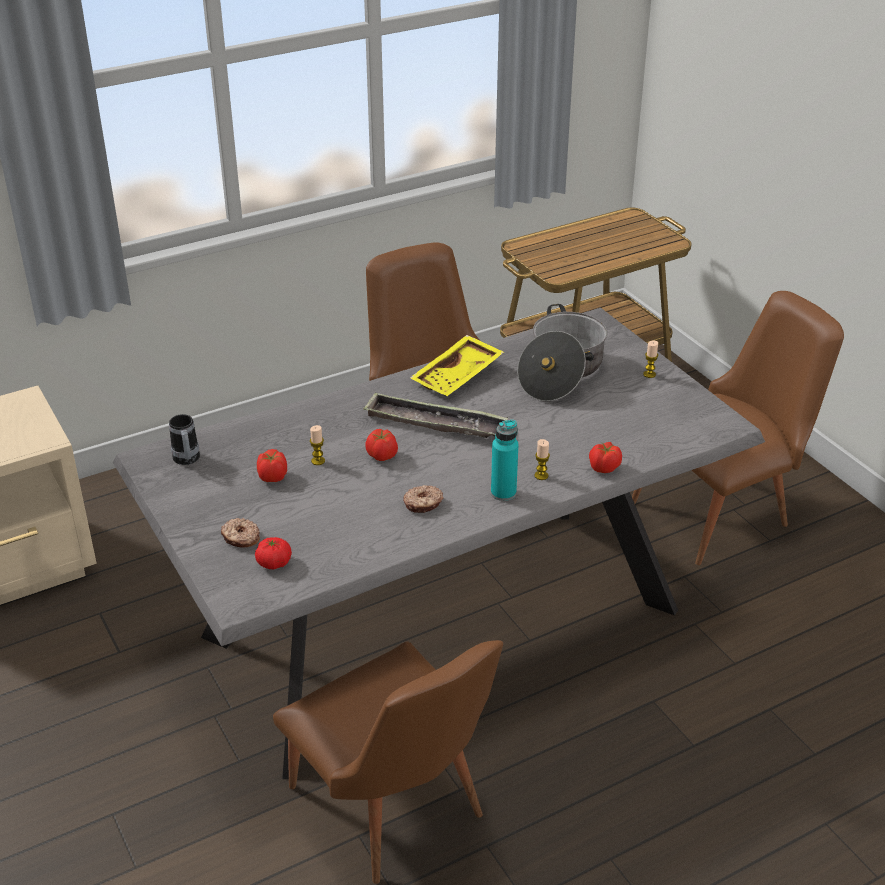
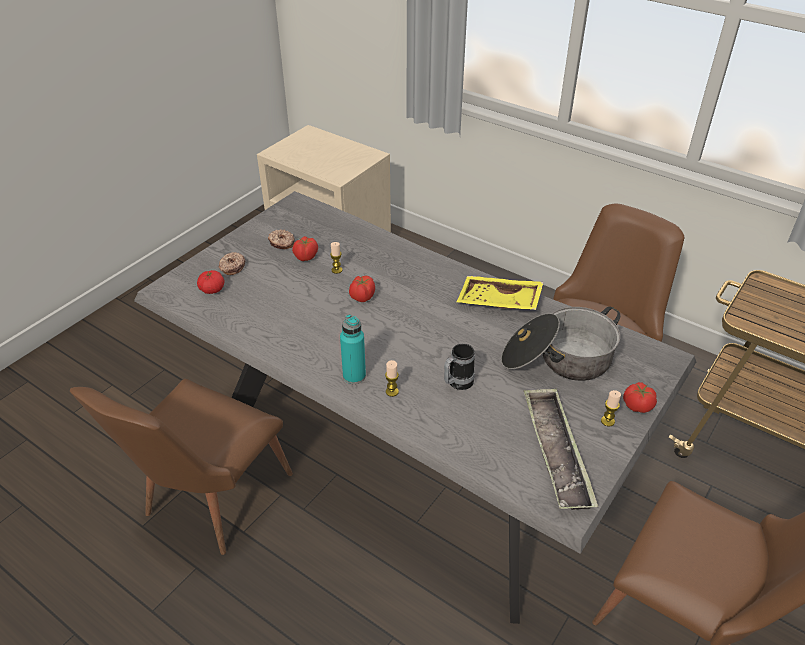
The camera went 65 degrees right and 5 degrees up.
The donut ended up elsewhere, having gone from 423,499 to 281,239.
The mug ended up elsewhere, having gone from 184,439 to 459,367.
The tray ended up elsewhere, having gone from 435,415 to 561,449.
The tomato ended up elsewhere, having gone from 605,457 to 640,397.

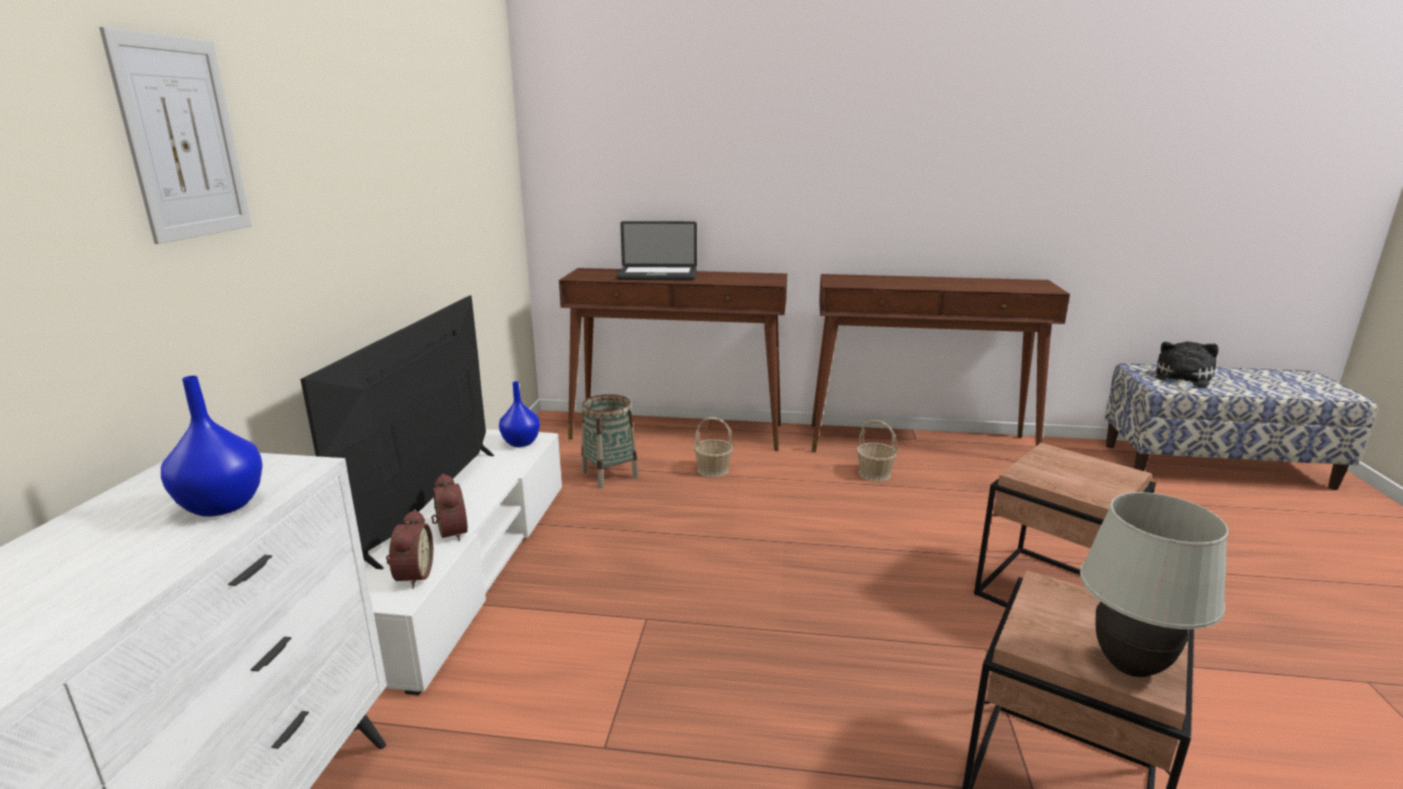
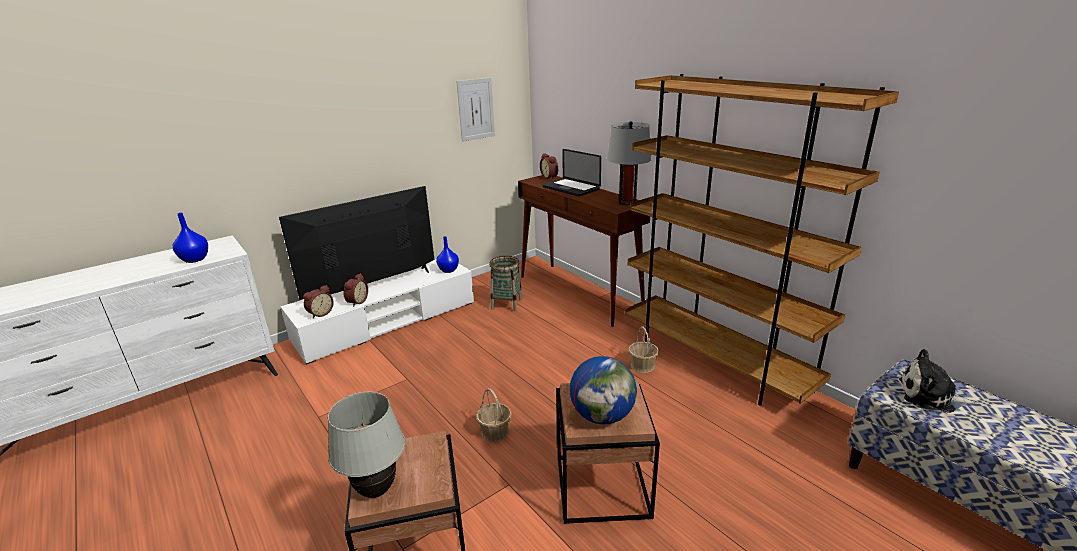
The camera went 45 degrees right and 5 degrees up.
The picture ended up elsewhere, having gone from 175,135 to 475,109.
The basket ended up elsewhere, having gone from 713,447 to 493,415.
The second view gained the alarm_clock at 549,166.
The second view gained the globe at 603,390.
The second view gained the grey_table_lamp at 629,163.
Where the brown_console_table stood at 940,363, the brown_bookcase came to stand at 762,240.
The plush_toy at 1187,366 ended up facing another way, 150 degrees counterclockwise from before.

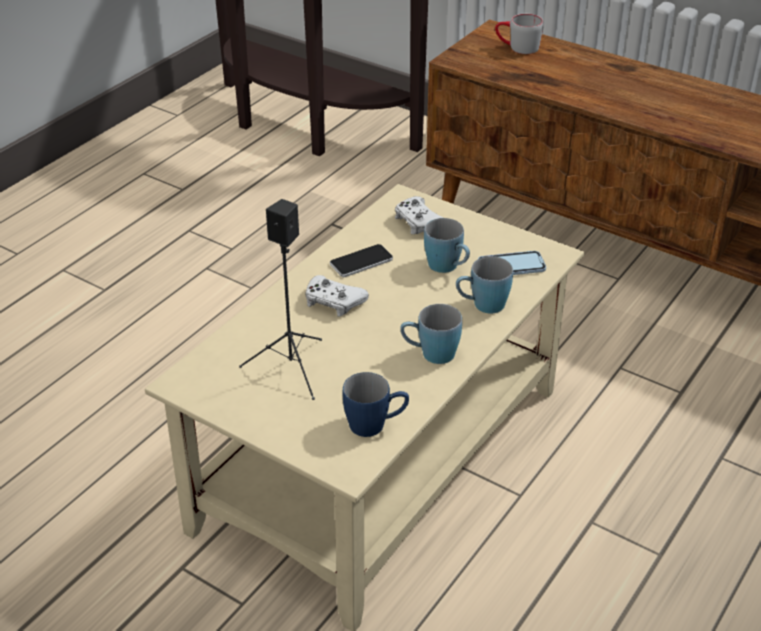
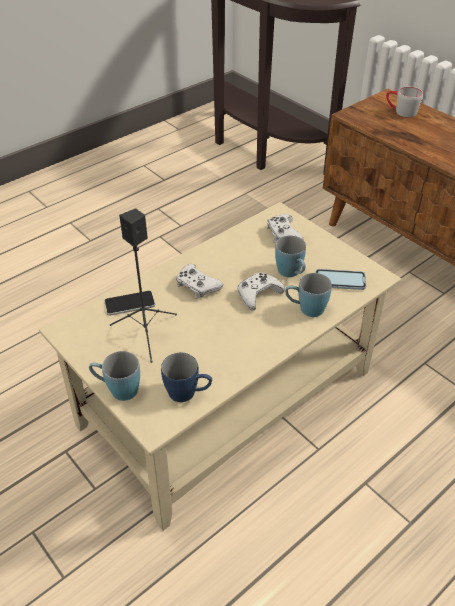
The camera went 15 degrees right and 5 degrees up.
The blue_mug ended up elsewhere, having gone from 431,334 to 114,376.
The phone ended up elsewhere, having gone from 361,260 to 129,303.
The second view gained the white_game_controller at 261,291.

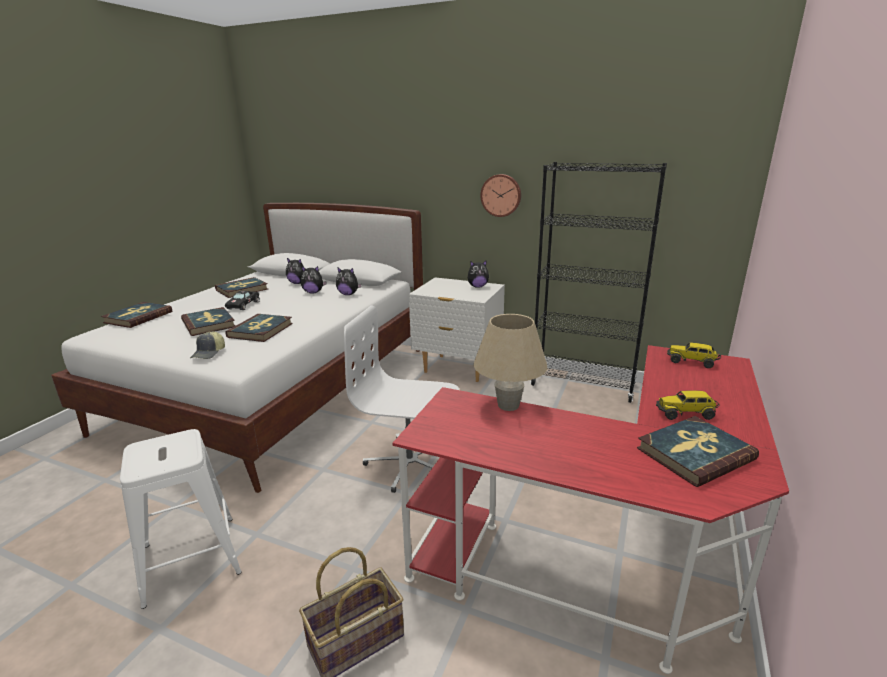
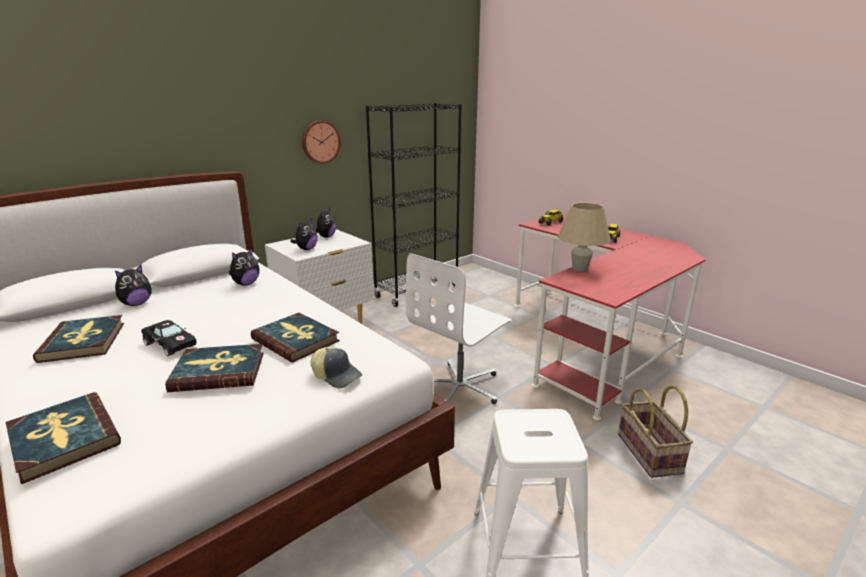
The camera went 65 degrees left and 0 degrees up.
The plush_toy ended up elsewhere, having gone from 313,279 to 304,234.
The second view lost the book at 698,451.

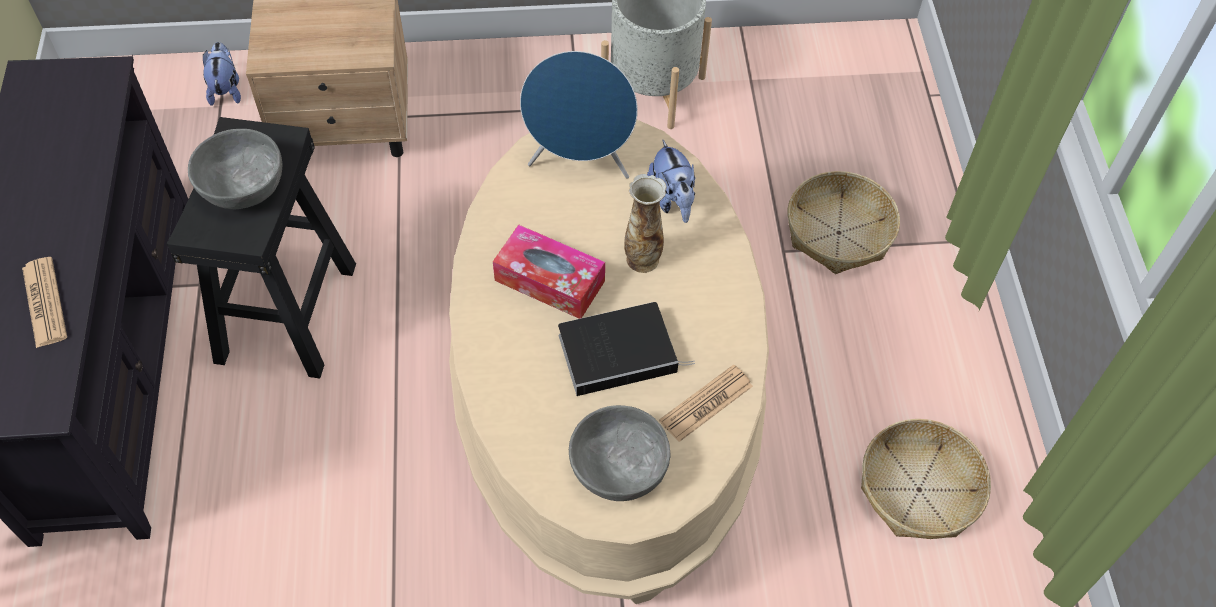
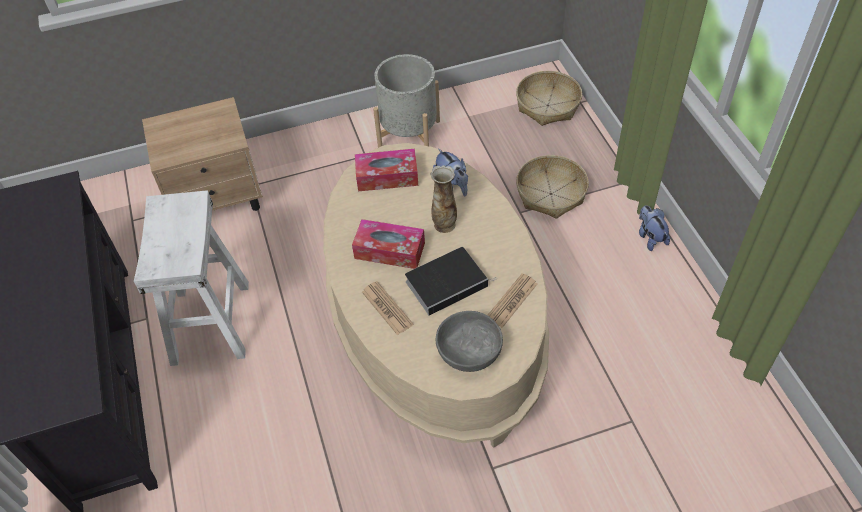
The camera went 10 degrees left and 5 degrees down.
What was the black_stool at 261,247 turned into the white_stool at 191,278.
Where the blue_speaker stood at 579,115, the tissue_box came to stand at 386,170.
The newspaper ended up elsewhere, having gone from 44,302 to 388,308.
The basket ended up elsewhere, having gone from 926,479 to 549,98.
The plush_toy ended up elsewhere, having gone from 222,74 to 654,228.
The second view lost the grey_bowl at 235,169.

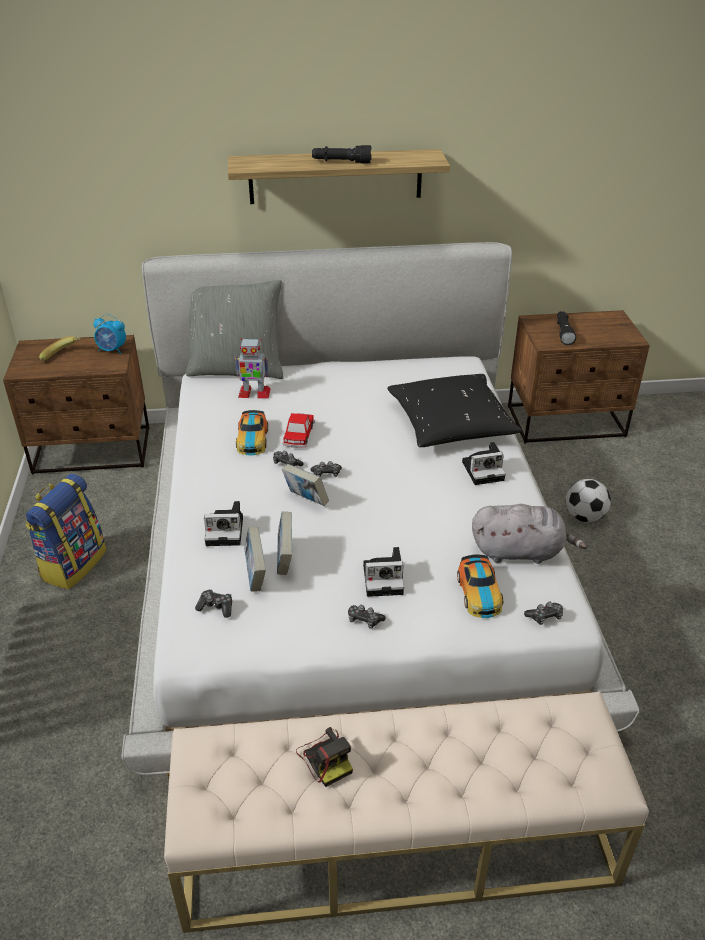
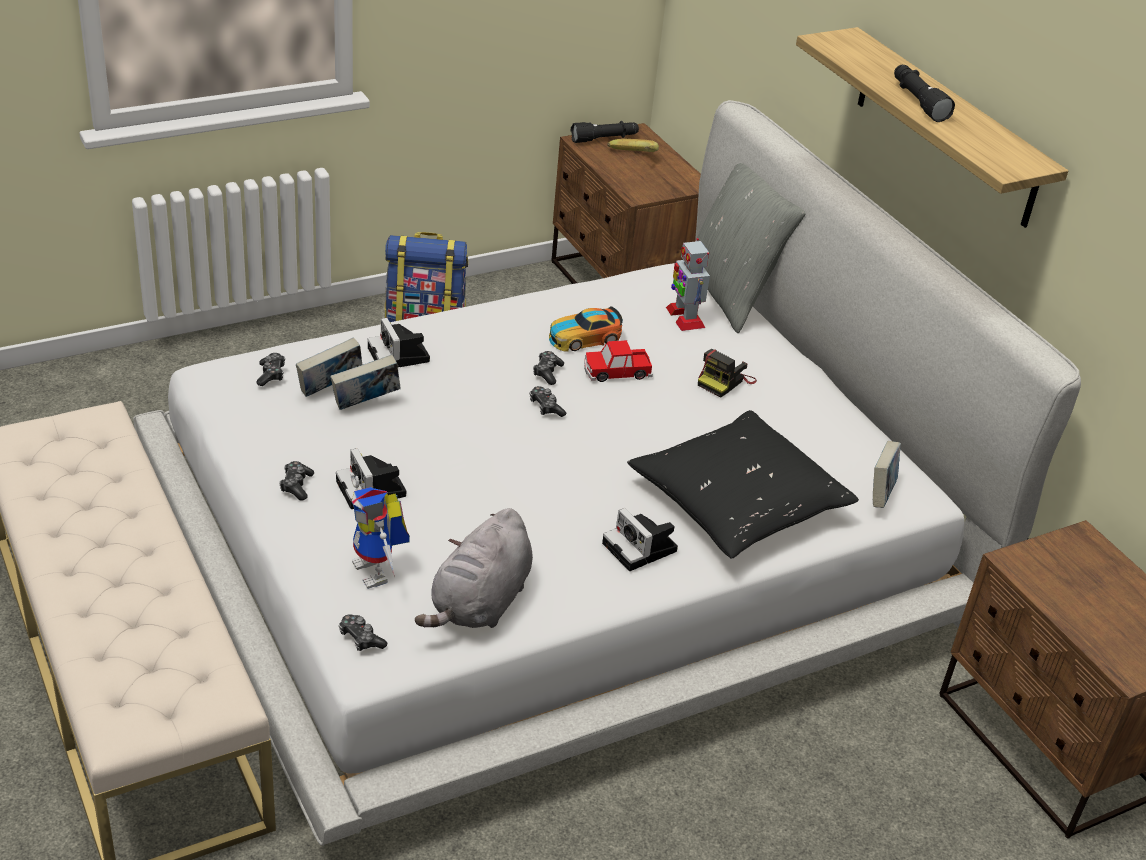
The camera went 65 degrees right and 0 degrees up.
Where the toy_car stood at 480,586, the toy_robot came to stand at 380,531.
The grey_plush_toy at 529,534 ended up facing another way, 45 degrees clockwise from before.
The black_flashlight ended up elsewhere, having gone from 566,328 to 605,132.
The photo_camera ended up elsewhere, having gone from 324,757 to 727,373.
The book ended up elsewhere, having gone from 305,485 to 887,474.
The second view lost the alarm_clock at 110,334.
The second view lost the football at 588,500.

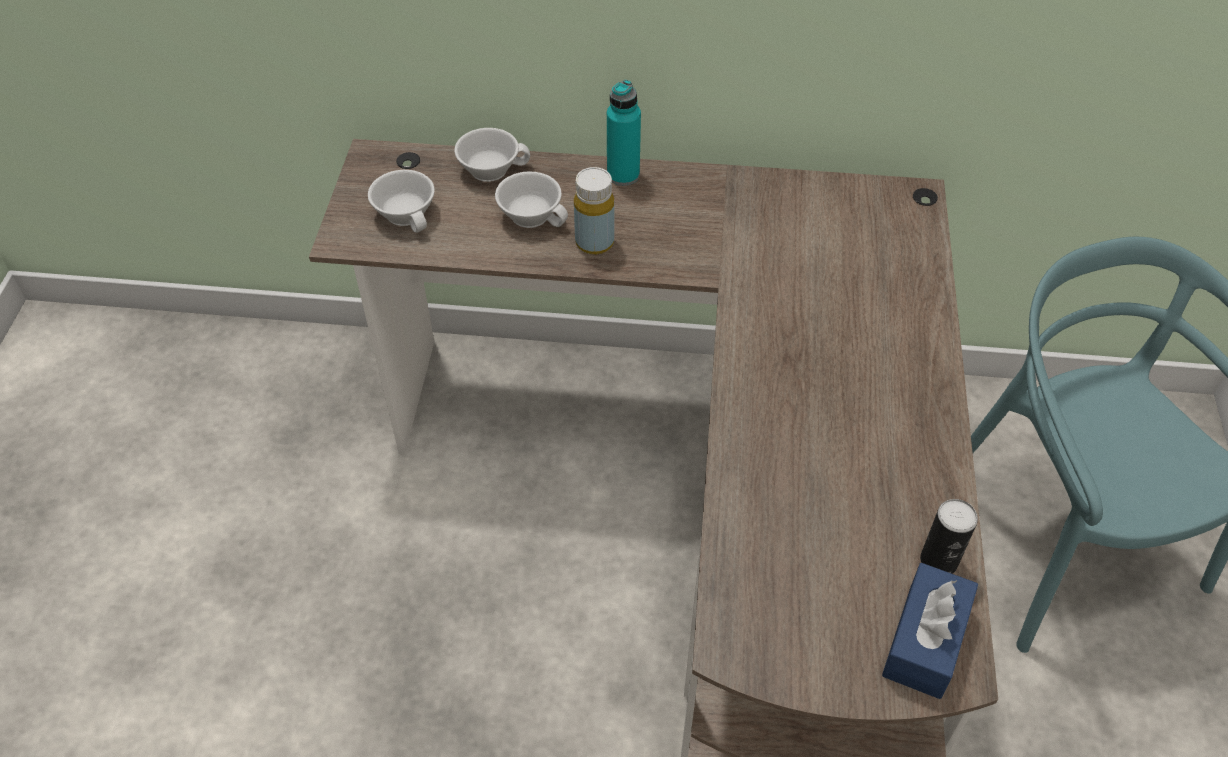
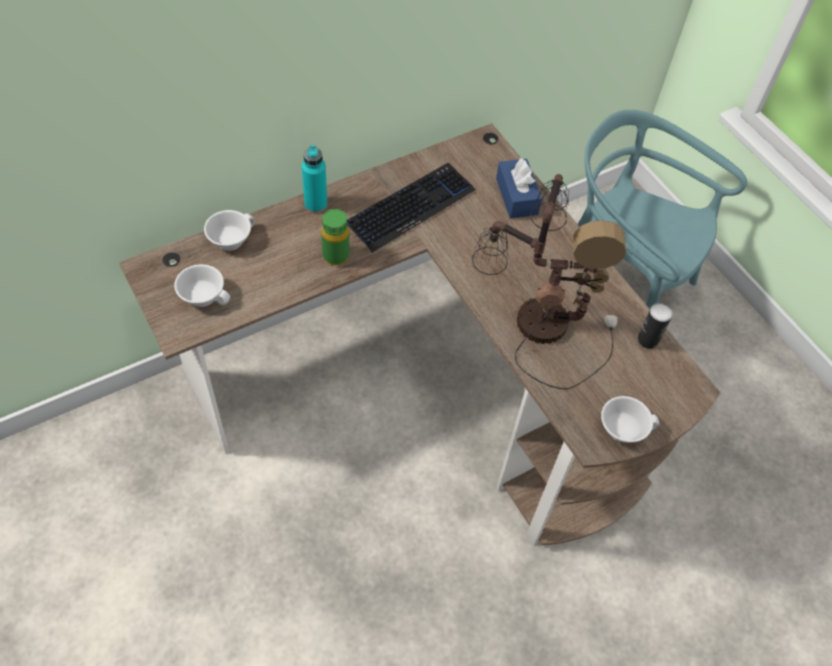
The camera went 40 degrees left and 5 degrees up.
What was the yellow_bottle at 594,211 turned into the green_bottle at 335,237.
The second view gained the keyboard at 411,208.
The second view gained the table_lamp at 549,281.
The blue_tissue_box ended up elsewhere, having gone from 930,631 to 519,188.
The white_cup ended up elsewhere, having gone from 531,199 to 630,419.

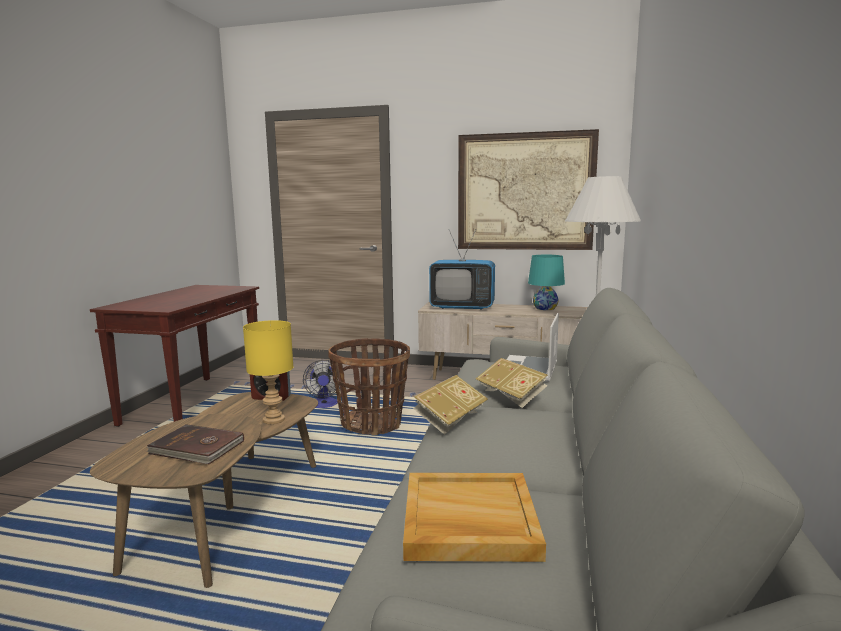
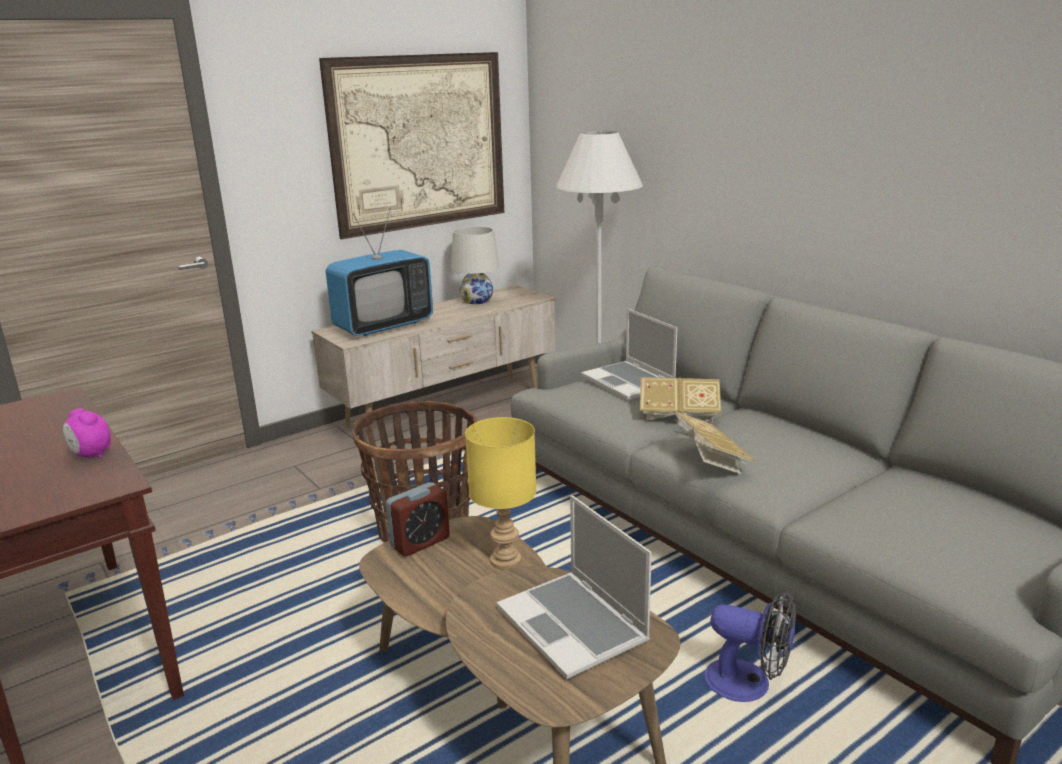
The camera went 50 degrees left and 10 degrees up.
The second view gained the alarm_clock at 87,433.
What was the turquoise_table_lamp at 546,282 turned into the white_table_lamp at 475,265.
Where the brown_book stood at 195,444, the laptop came to stand at 574,587.
The fan ended up elsewhere, having gone from 321,384 to 750,646.
The second view lost the beige_tray at 474,517.

